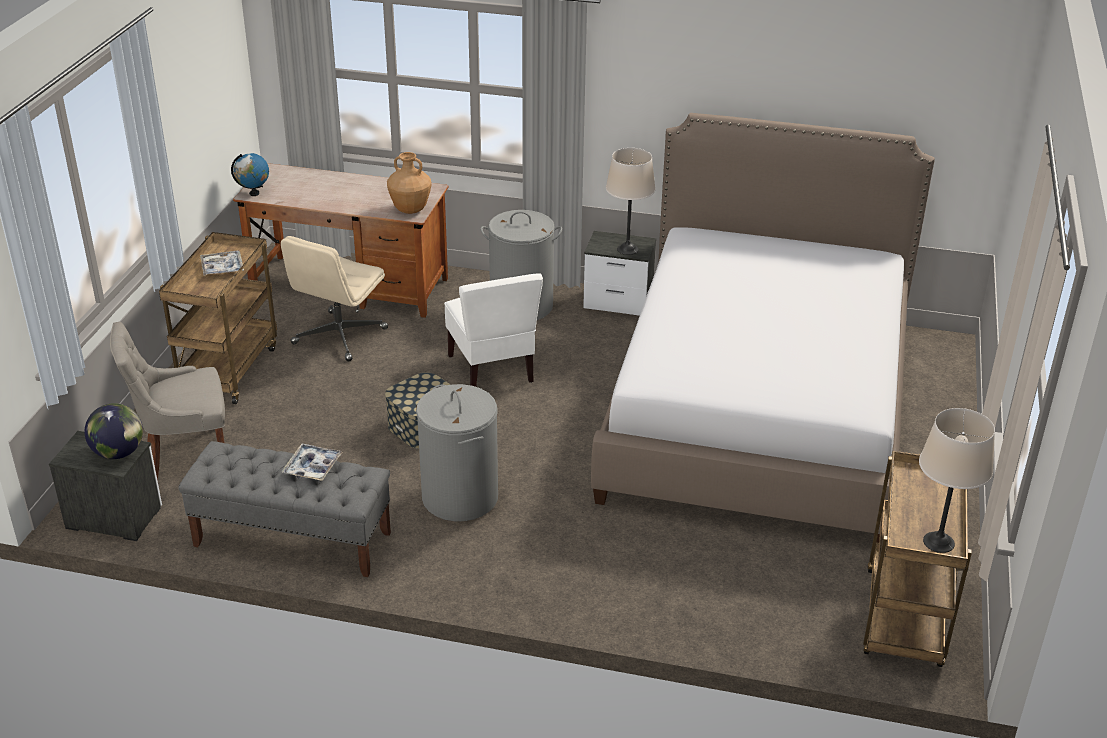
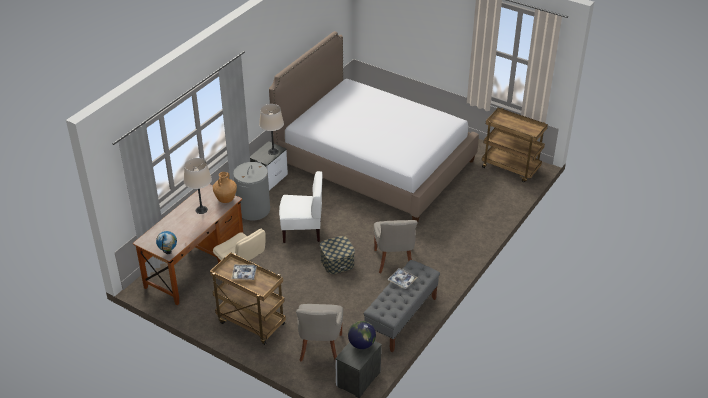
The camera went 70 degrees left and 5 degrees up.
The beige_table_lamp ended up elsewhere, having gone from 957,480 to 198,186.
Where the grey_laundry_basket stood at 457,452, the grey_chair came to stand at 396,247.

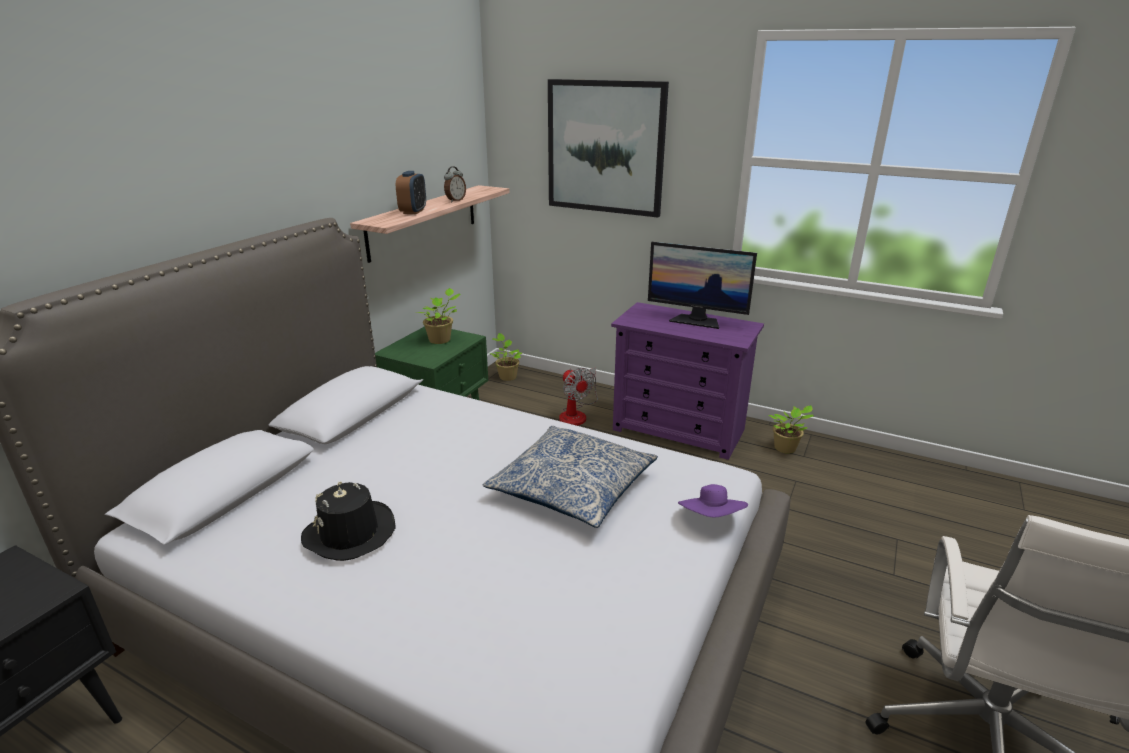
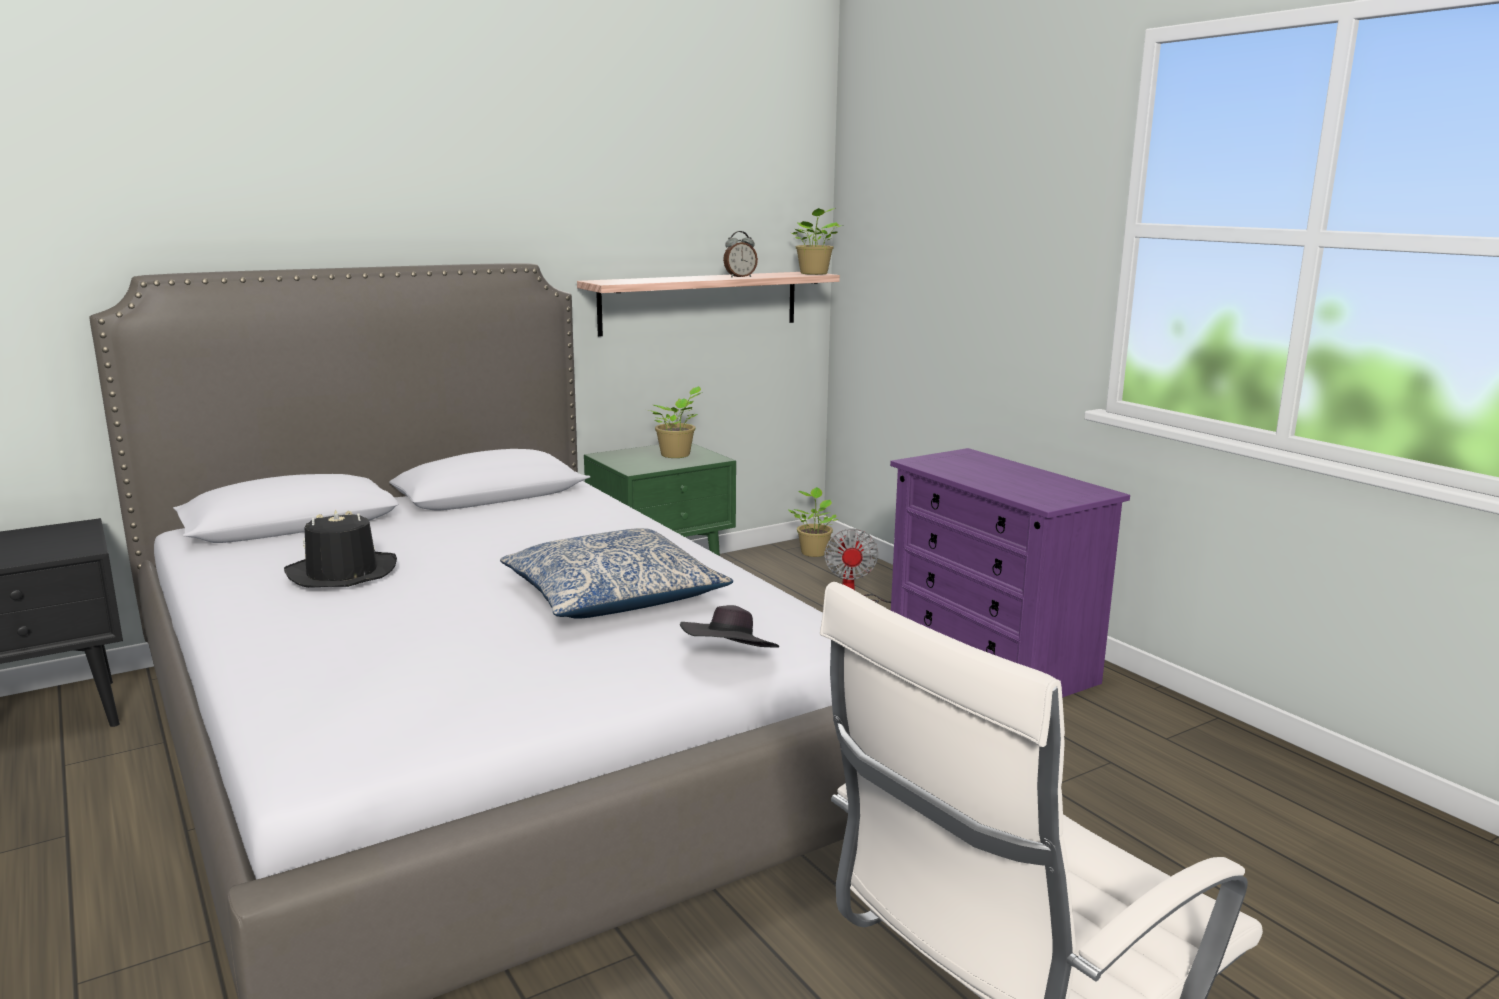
The camera went 30 degrees right and 10 degrees down.
What was the purple_hat at 713,501 turned into the black_hat at 729,626.
The potted_plant ended up elsewhere, having gone from 791,429 to 817,241.
The second view lost the alarm_clock at 411,192.
The second view lost the picture at 608,148.
The second view lost the monitor at 702,285.

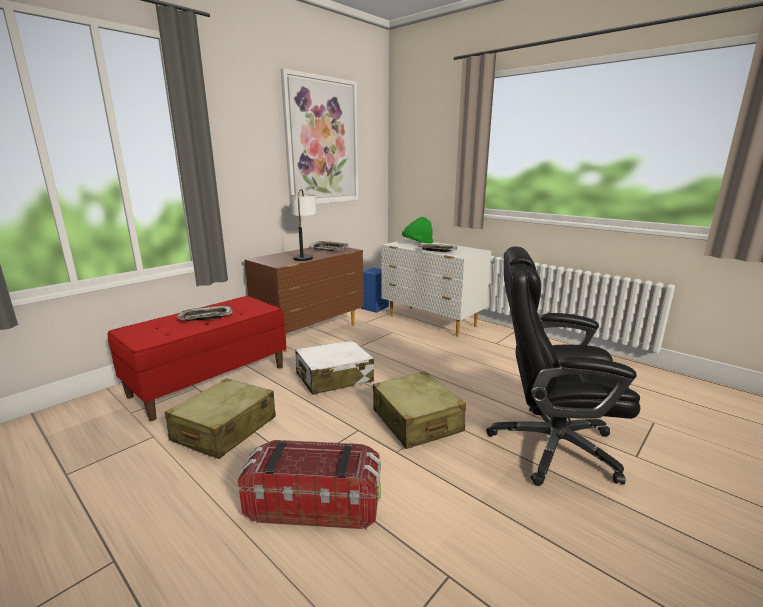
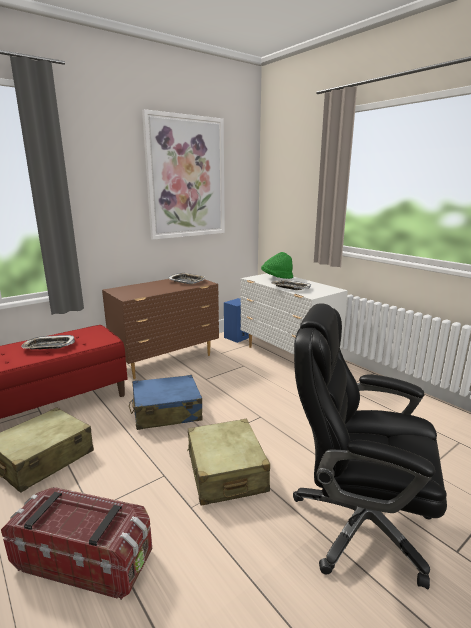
The camera went 10 degrees right and 0 degrees up.
What was the white_suitcase at 334,367 turned into the blue_suitcase at 166,402.
The second view lost the table_lamp at 303,225.

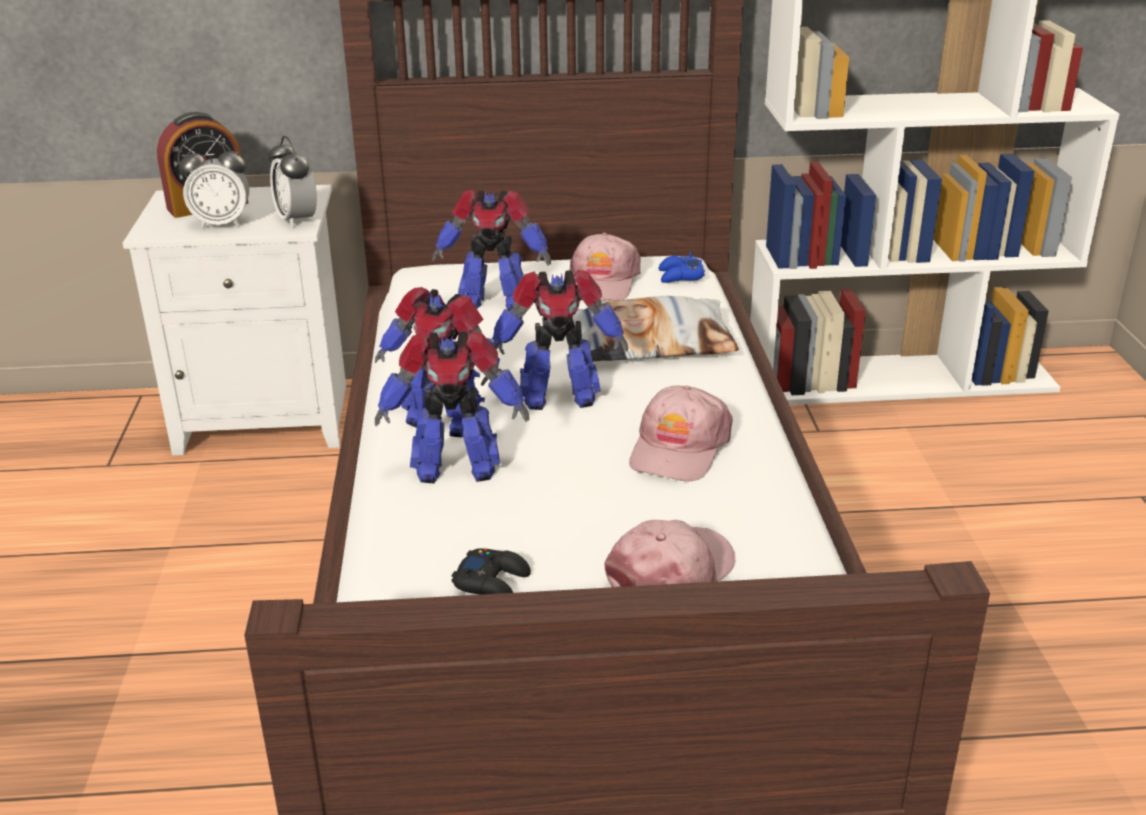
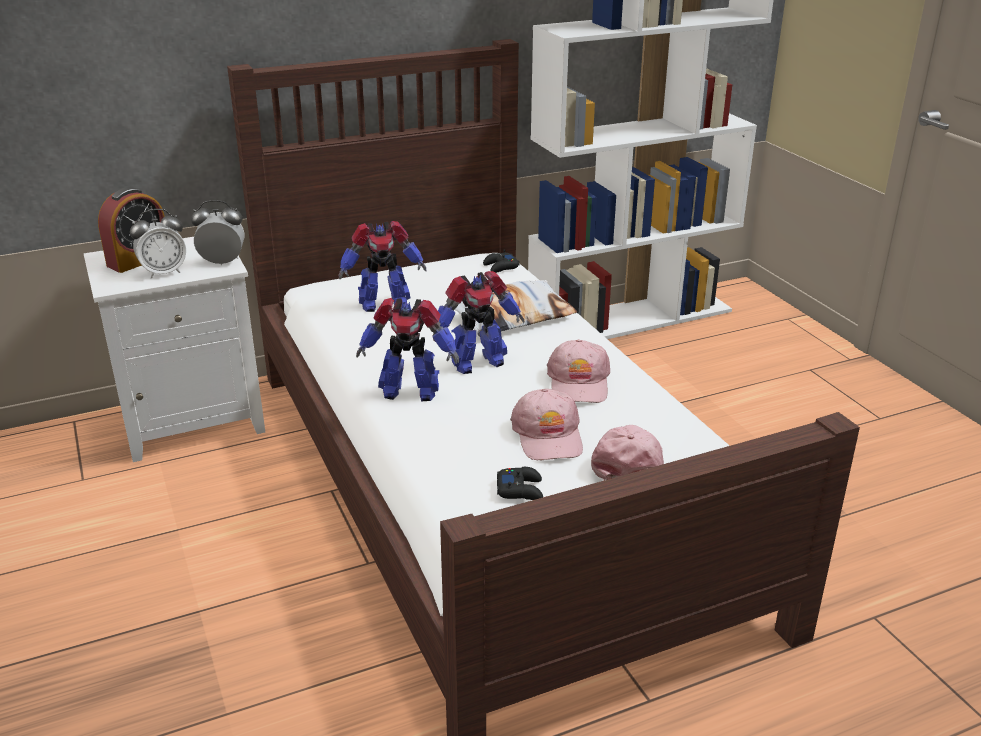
The camera went 20 degrees left and 0 degrees up.
The alarm_clock at 293,182 ended up facing another way, 135 degrees clockwise from before.
What was the blue_game_controller at 682,267 turned into the black_game_controller at 501,261.
The pink_cap ended up elsewhere, having gone from 605,267 to 546,425.
The second view lost the toy_robot at 452,407.

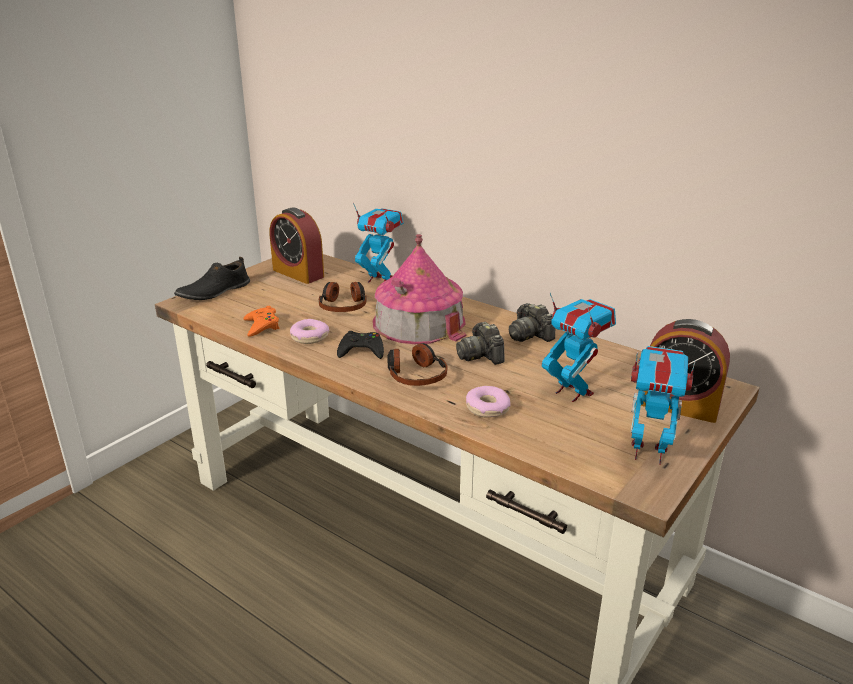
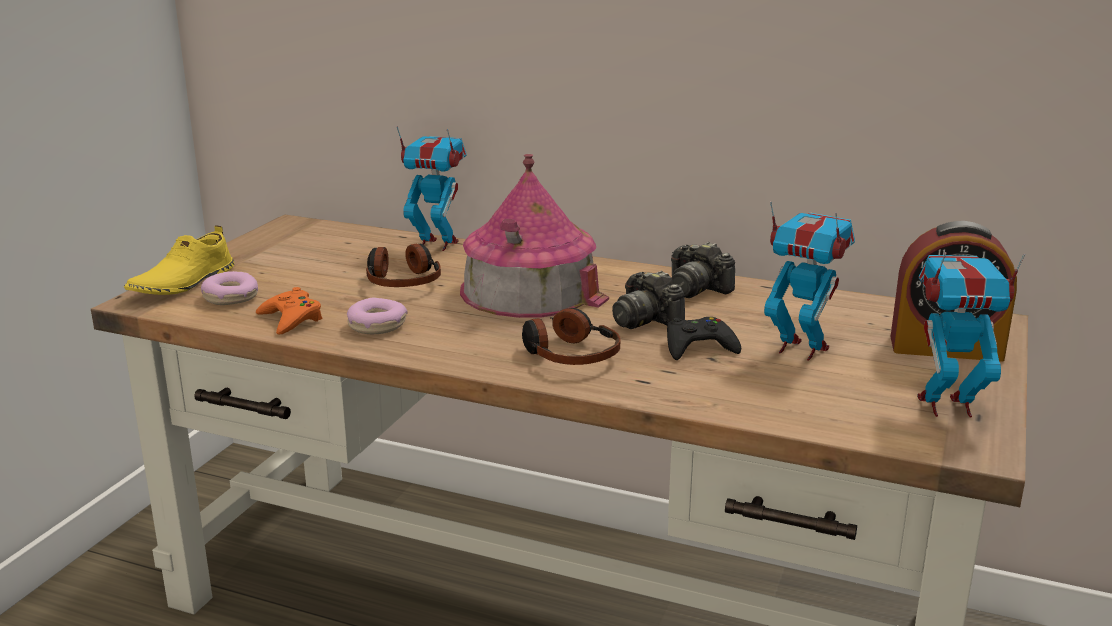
The camera went 15 degrees left and 5 degrees down.
What was the black_shoe at 212,278 turned into the yellow_shoe at 179,260.
The donut ended up elsewhere, having gone from 488,402 to 229,288.
The black_game_controller ended up elsewhere, having gone from 360,345 to 704,338.
The second view lost the alarm_clock at 296,245.

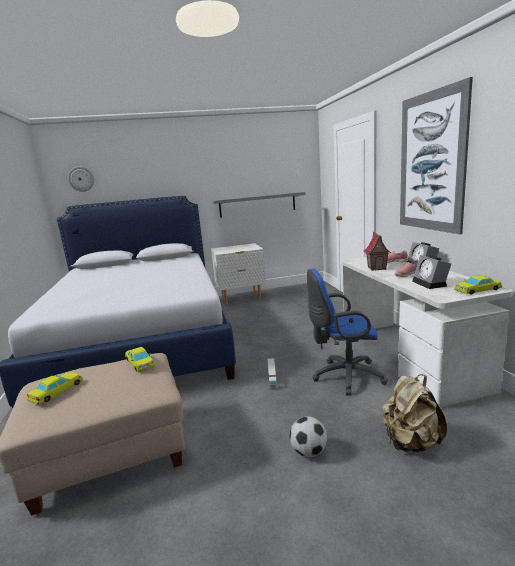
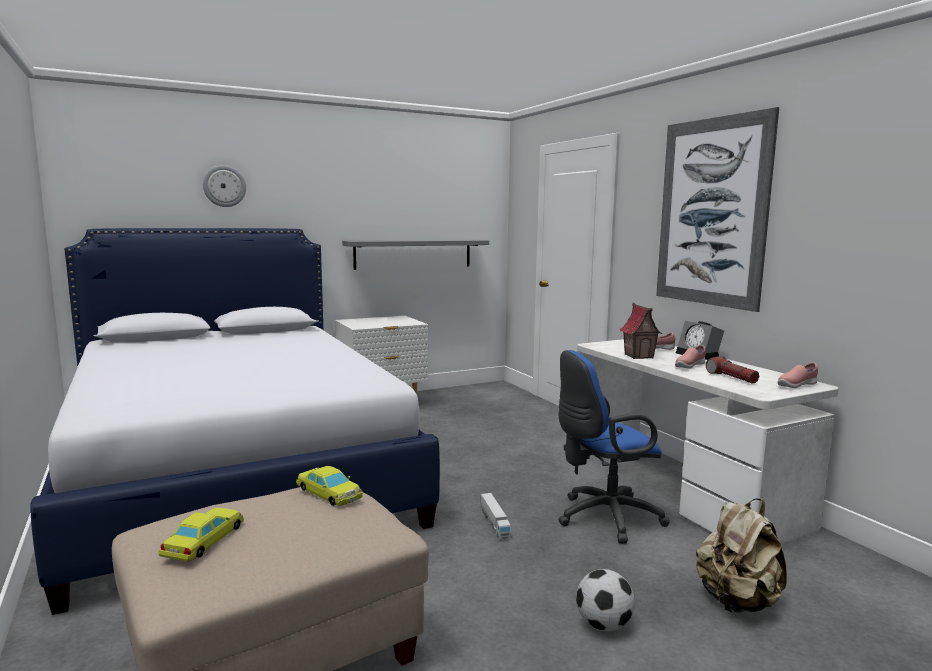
The camera went 15 degrees left and 5 degrees down.
The wall_clock ended up elsewhere, having gone from 81,179 to 224,186.
Where the alarm_clock stood at 431,272, the flashlight came to stand at 732,370.
Where the yellow_toy_car stood at 478,284, the pink_shoe came to stand at 797,375.

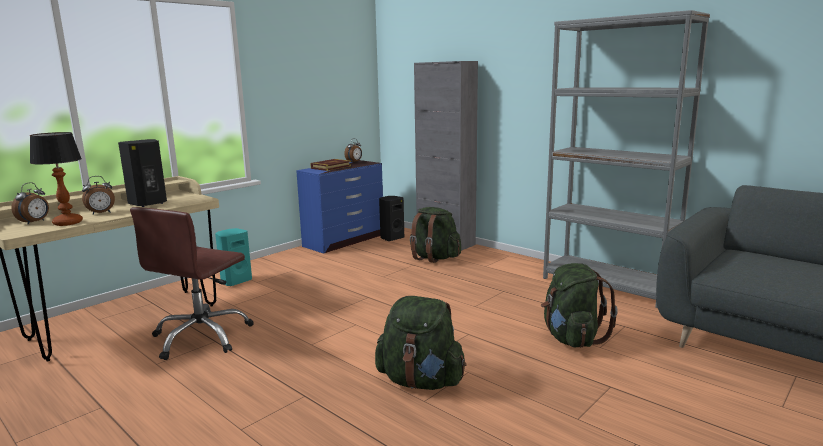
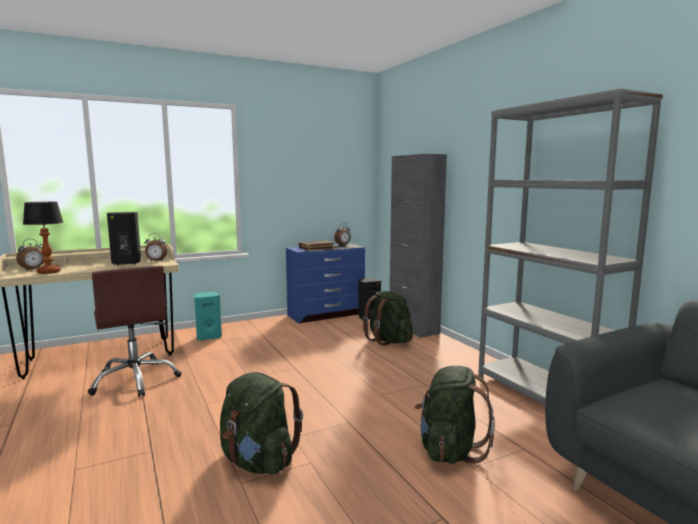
The camera went 20 degrees right and 5 degrees down.
The brown_office_chair at 192,283 ended up facing another way, 75 degrees counterclockwise from before.
The alarm_clock ended up elsewhere, having gone from 98,195 to 156,247.

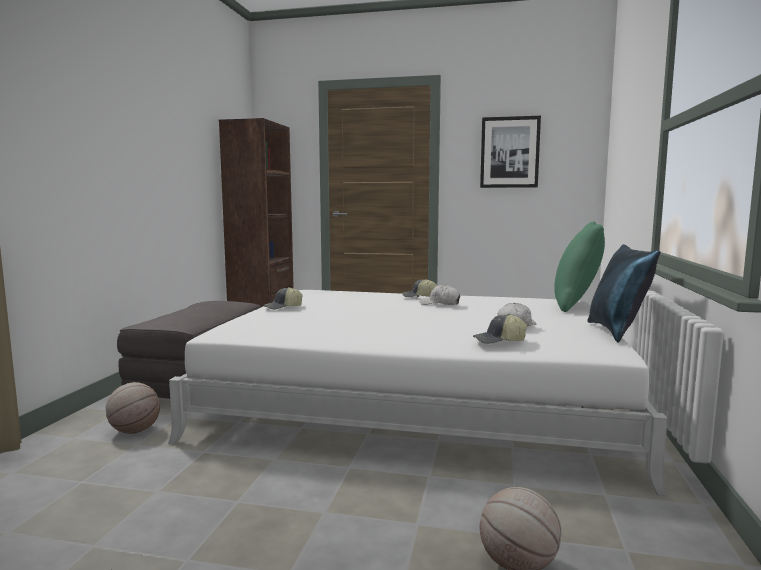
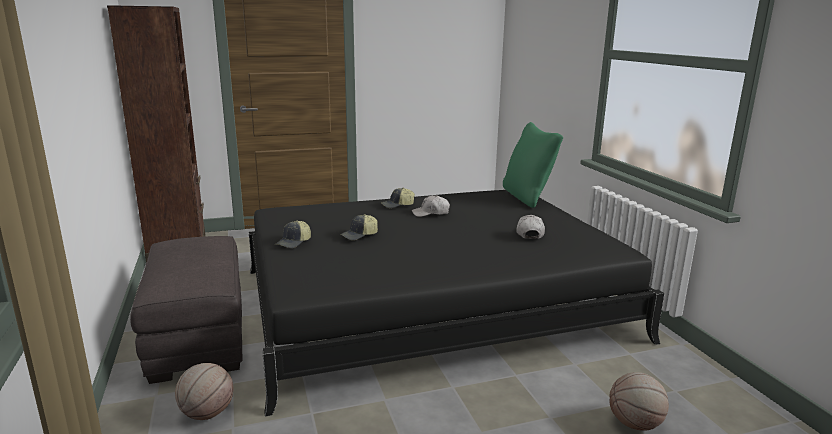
The camera went 30 degrees left and 10 degrees up.
What was the white_bed at 418,393 turned into the black_bed at 456,303.
The cap ended up elsewhere, having gone from 500,329 to 359,227.
The second view lost the picture at 510,152.
The second view lost the blue_pillow at 623,293.

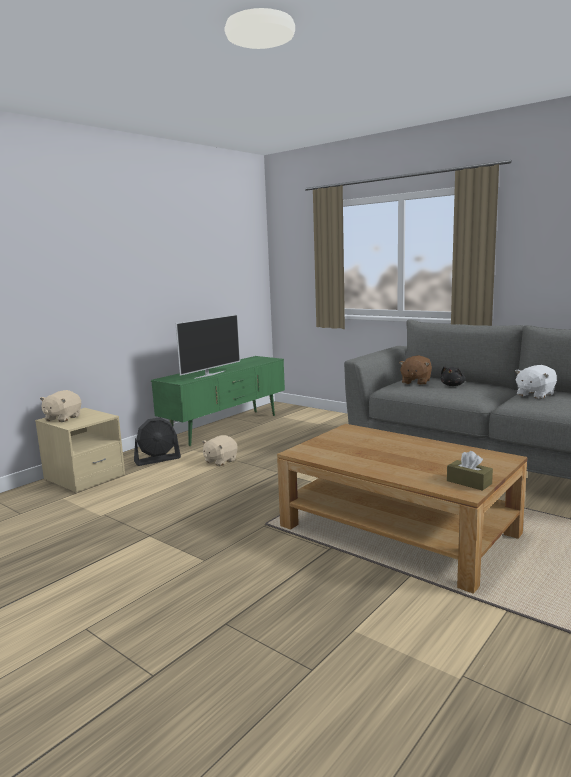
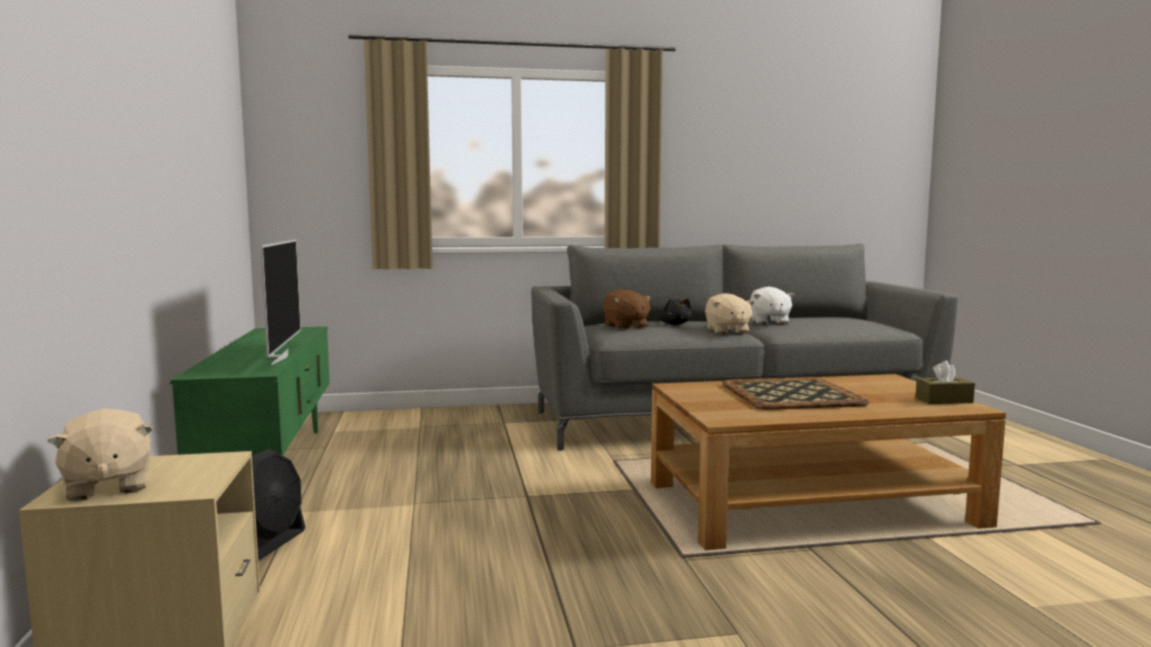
The camera went 50 degrees left and 5 degrees down.
The beige_plush_toy ended up elsewhere, having gone from 220,450 to 730,313.
The second view gained the tray at 795,393.

